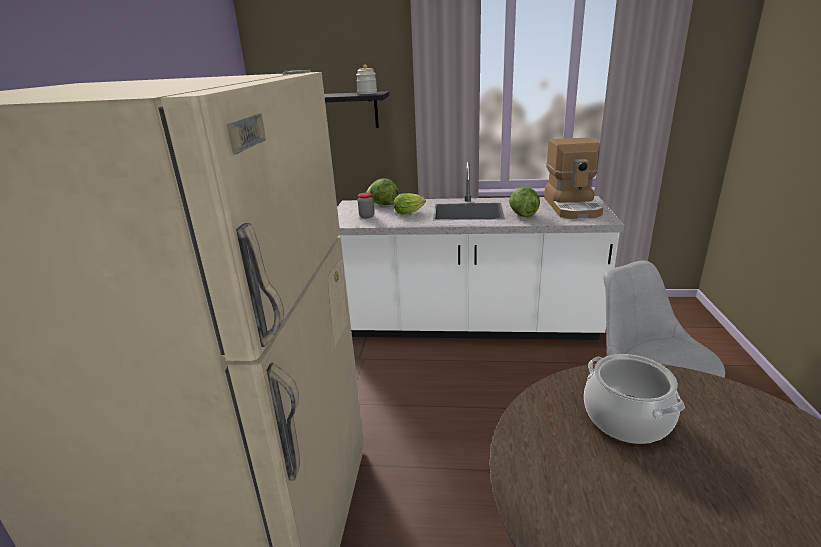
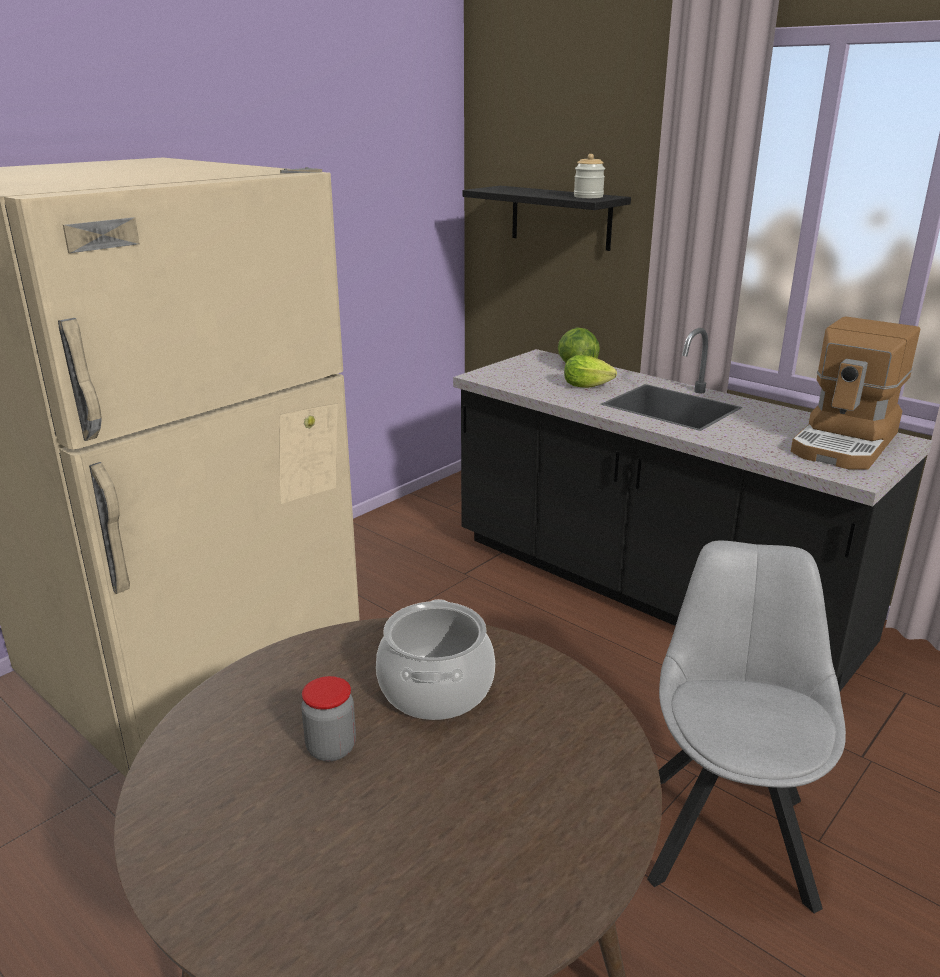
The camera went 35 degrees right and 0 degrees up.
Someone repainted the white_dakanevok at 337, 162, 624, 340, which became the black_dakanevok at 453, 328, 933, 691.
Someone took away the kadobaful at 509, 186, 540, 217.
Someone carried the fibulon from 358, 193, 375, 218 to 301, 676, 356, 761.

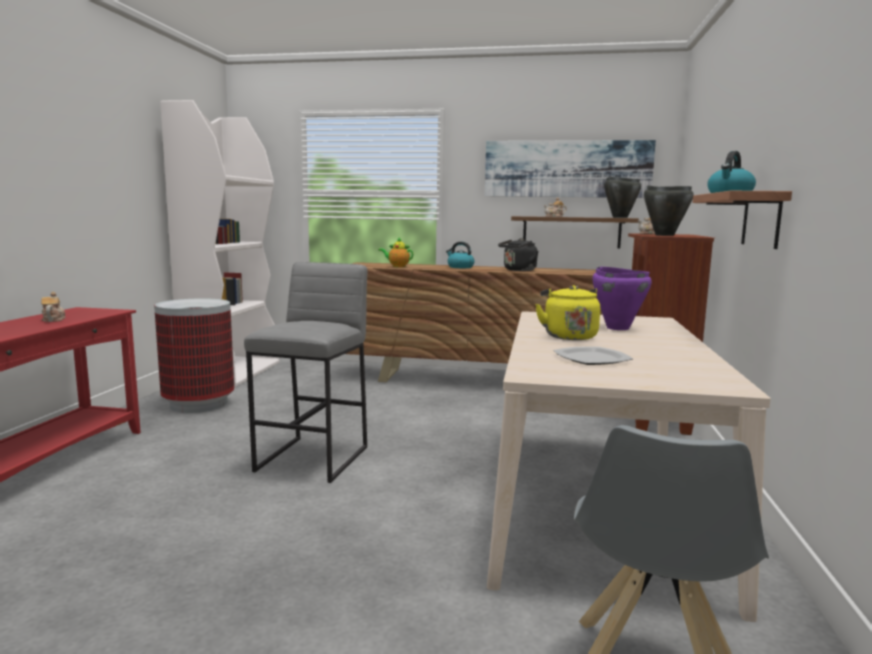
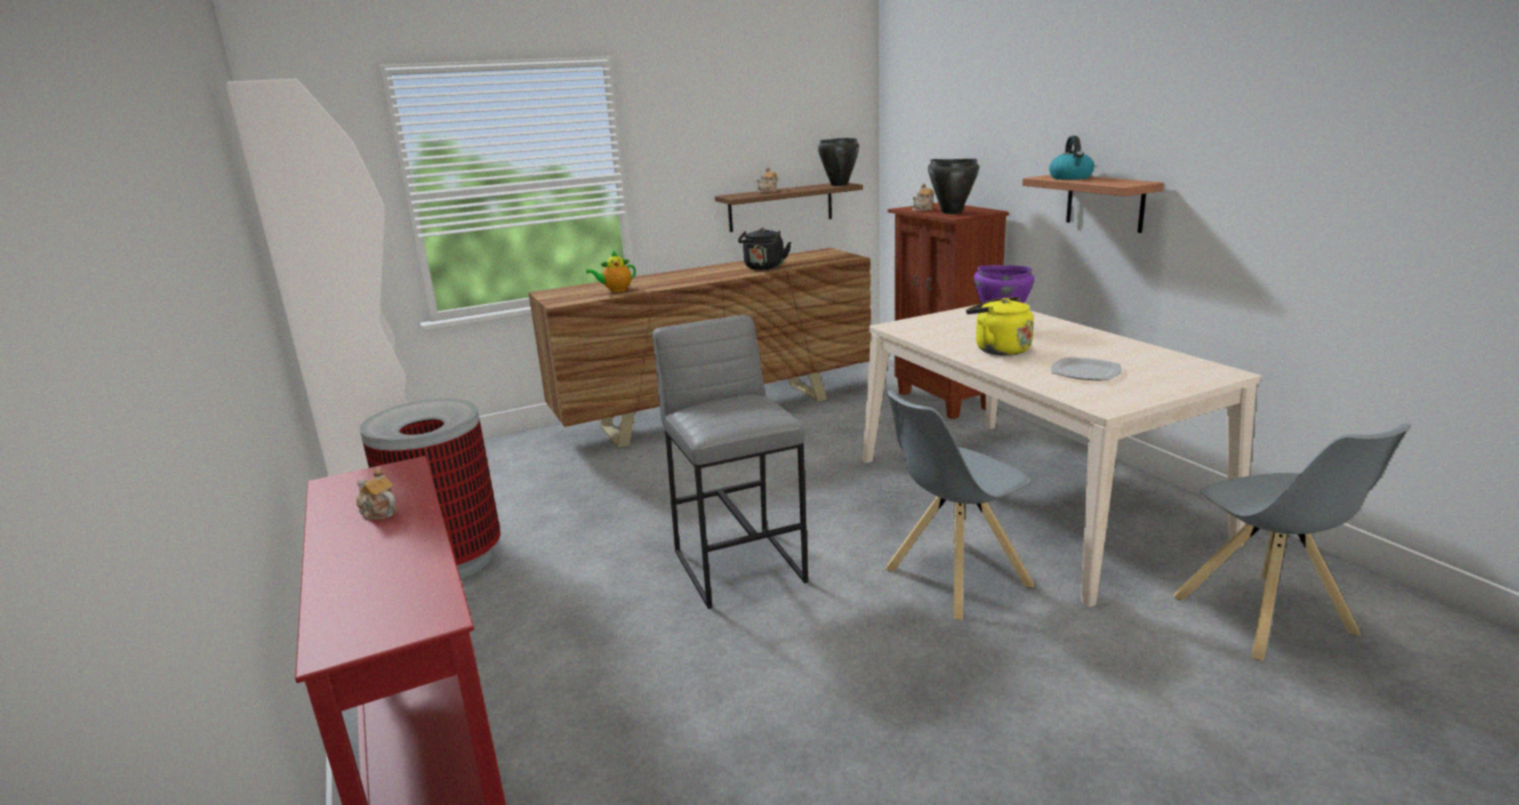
The camera went 35 degrees left and 10 degrees up.
Someone took away the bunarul at 485, 140, 656, 198.
Someone took away the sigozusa at 446, 242, 475, 268.
Someone put down the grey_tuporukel at 885, 390, 1034, 620.

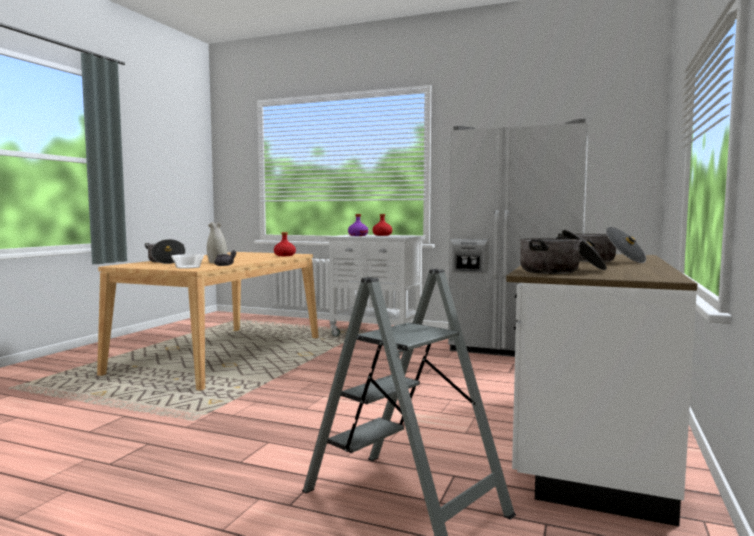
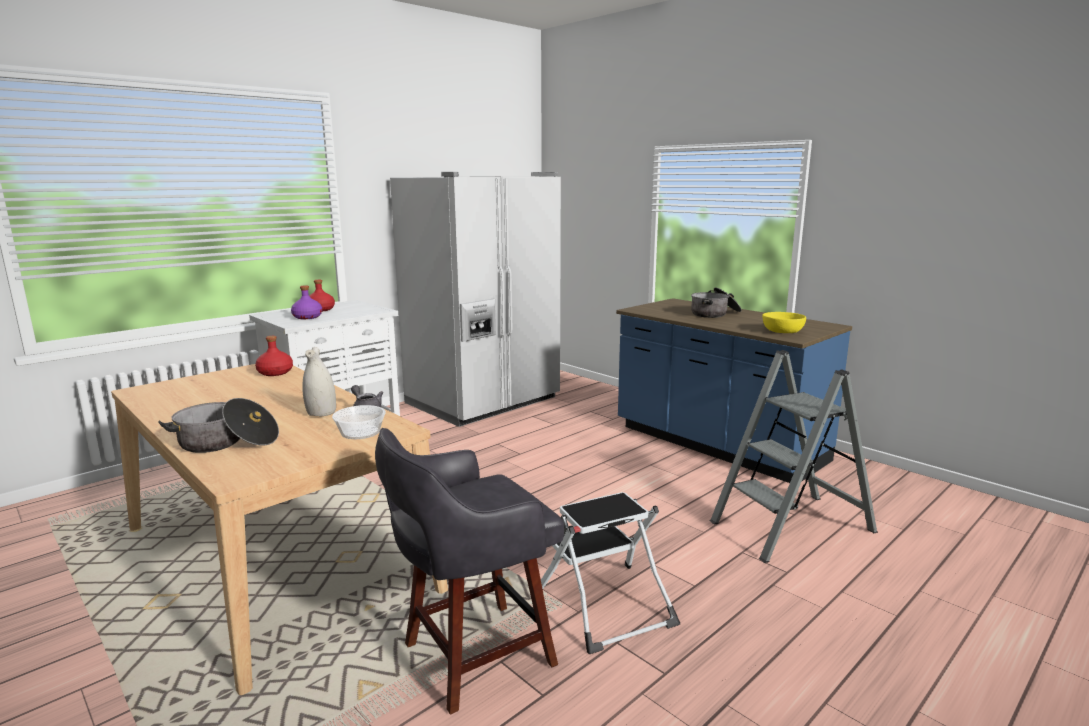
The camera went 65 degrees left and 10 degrees up.
Someone swapped the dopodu at 519, 229, 607, 274 for the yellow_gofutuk at 762, 312, 806, 333.
Someone repainted the white_dakanevok at 506, 254, 697, 526, which became the blue_dakanevok at 616, 298, 852, 483.
Someone put down the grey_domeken at 375, 428, 564, 715.
Someone put down the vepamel at 541, 492, 680, 654.

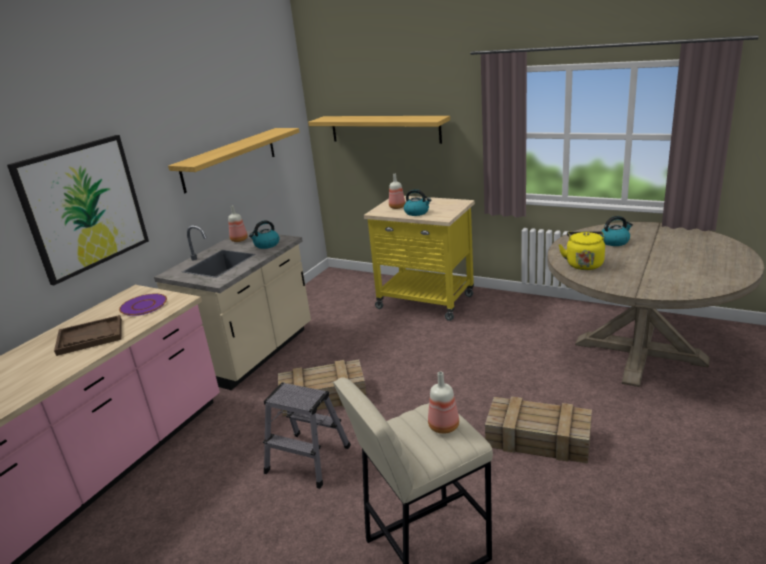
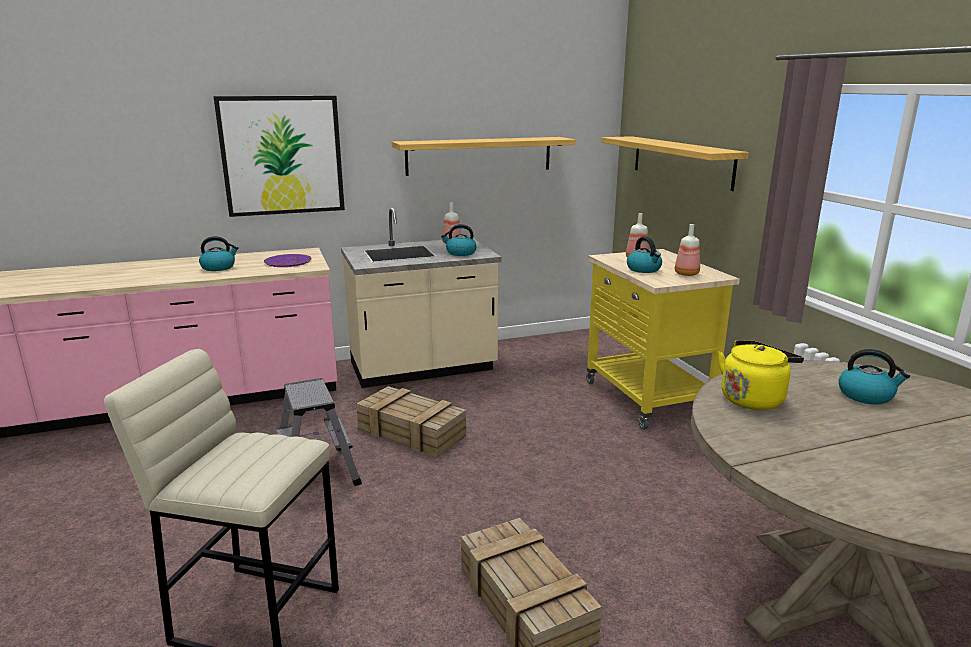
The camera went 40 degrees right and 5 degrees down.
Someone swapped the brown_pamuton at 54, 315, 122, 356 for the sigozusa at 199, 236, 239, 271.
Someone carried the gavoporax from 428, 371, 459, 434 to 675, 224, 700, 276.

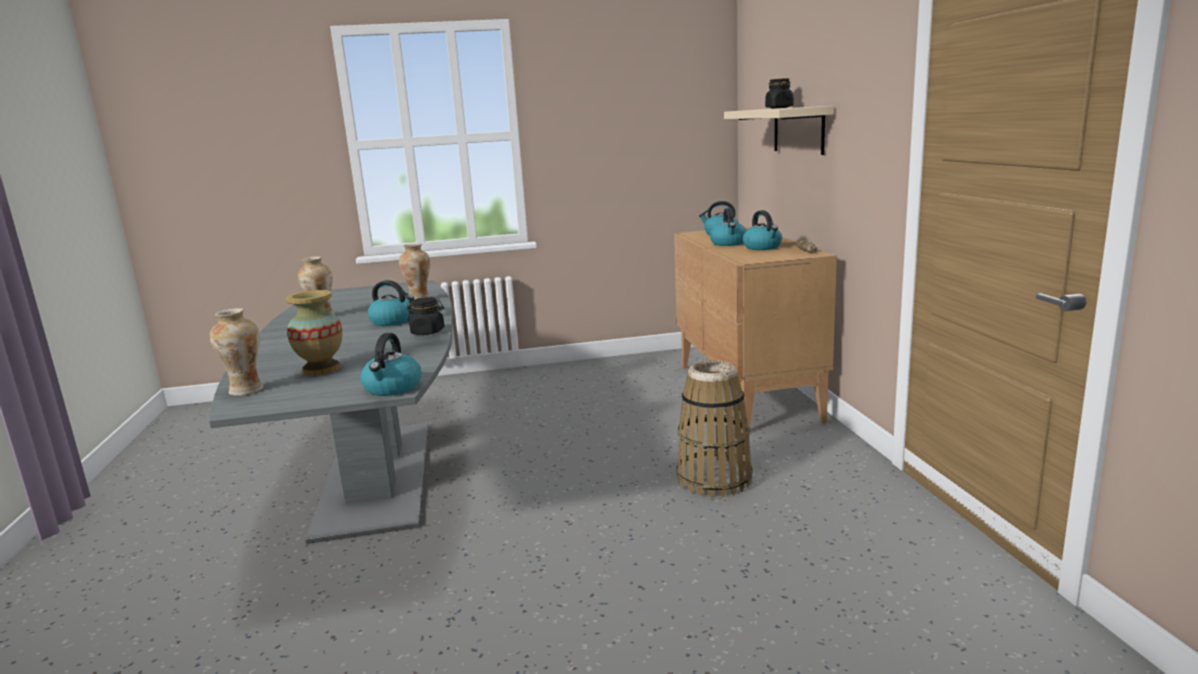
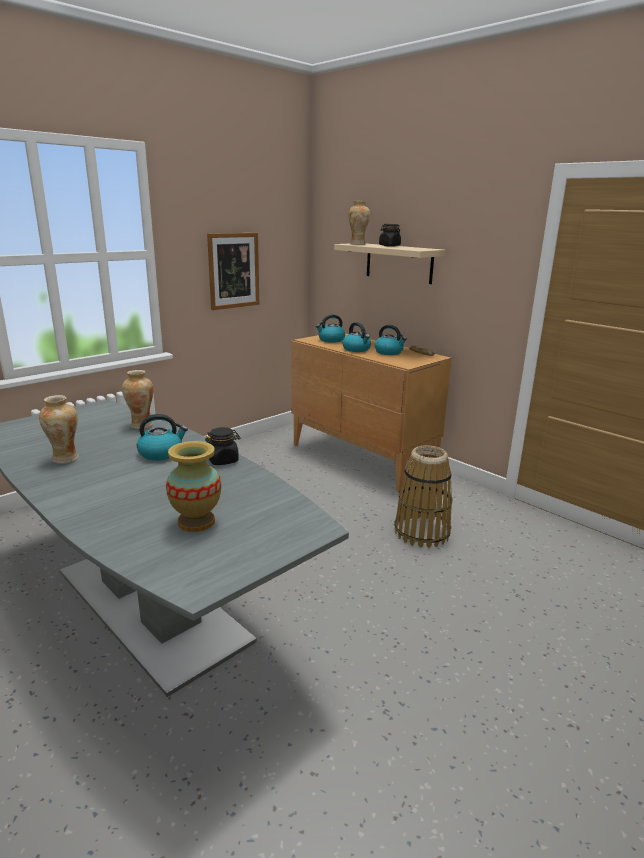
The camera went 35 degrees left and 5 degrees up.
Someone carried the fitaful from 210, 308, 263, 396 to 348, 201, 370, 245.
Someone took away the sigozusa at 360, 333, 421, 396.
Someone put up the bunarul at 207, 233, 259, 310.

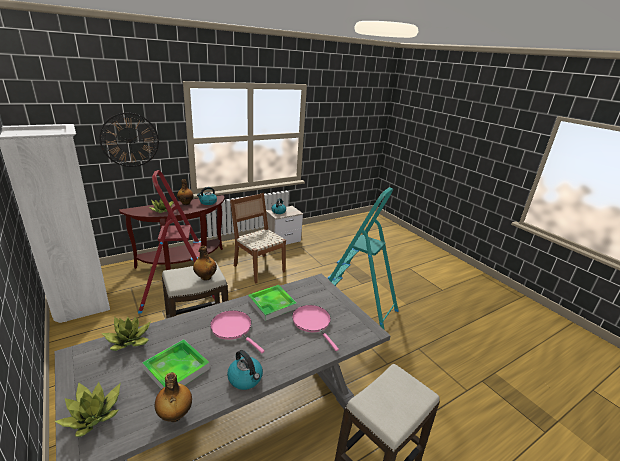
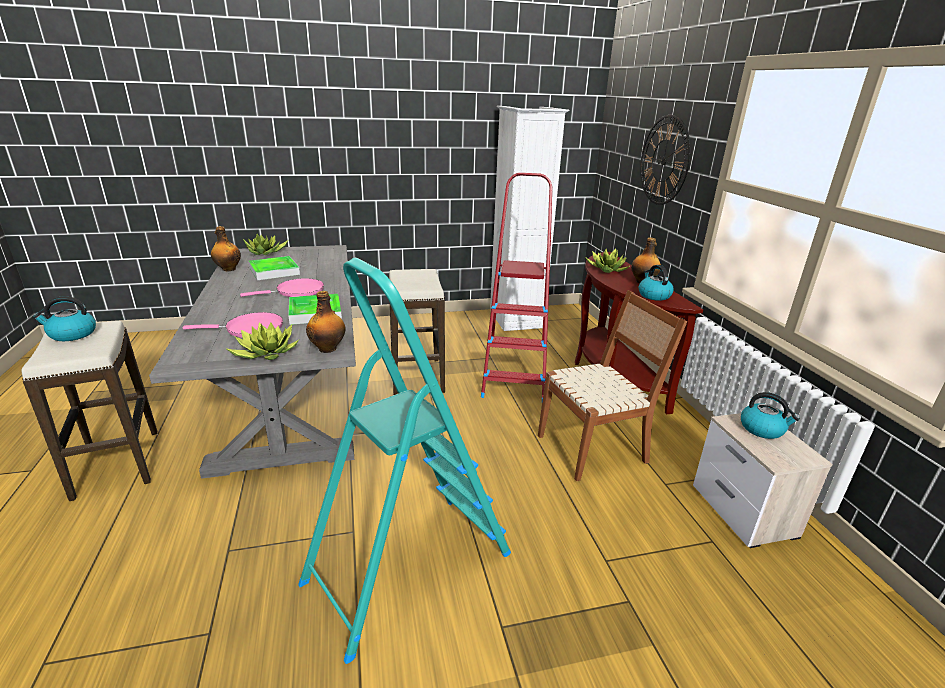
The camera went 110 degrees right and 0 degrees up.
Someone carried the gavoporax from 193, 246, 217, 281 to 306, 291, 345, 353.
Someone carried the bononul from 102, 316, 151, 351 to 225, 322, 299, 360.
Someone carried the sigozusa from 227, 350, 263, 390 to 32, 296, 96, 341.

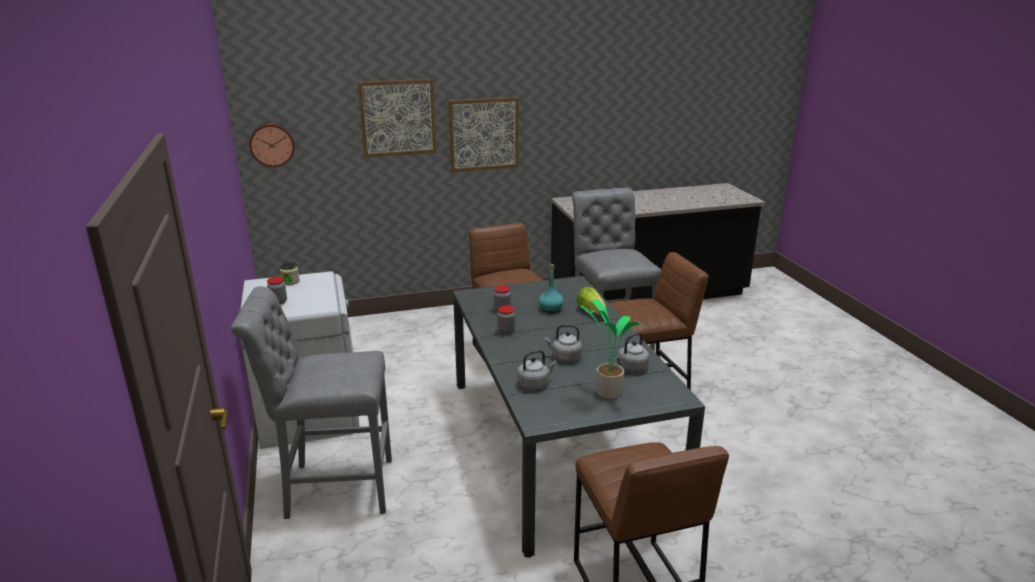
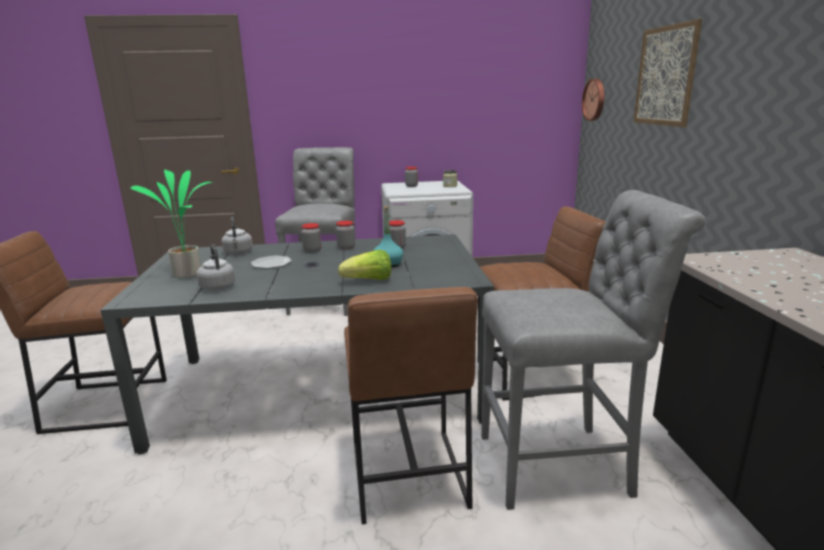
The camera went 100 degrees right and 5 degrees down.
Someone took away the bunarul at 448, 97, 519, 172.
Someone swapped the grey_sigozusa at 545, 324, 582, 362 for the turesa at 251, 256, 292, 269.
Someone put down the fibulon at 301, 223, 321, 253.

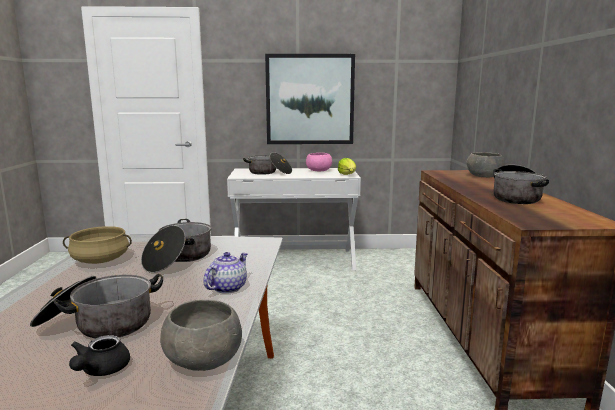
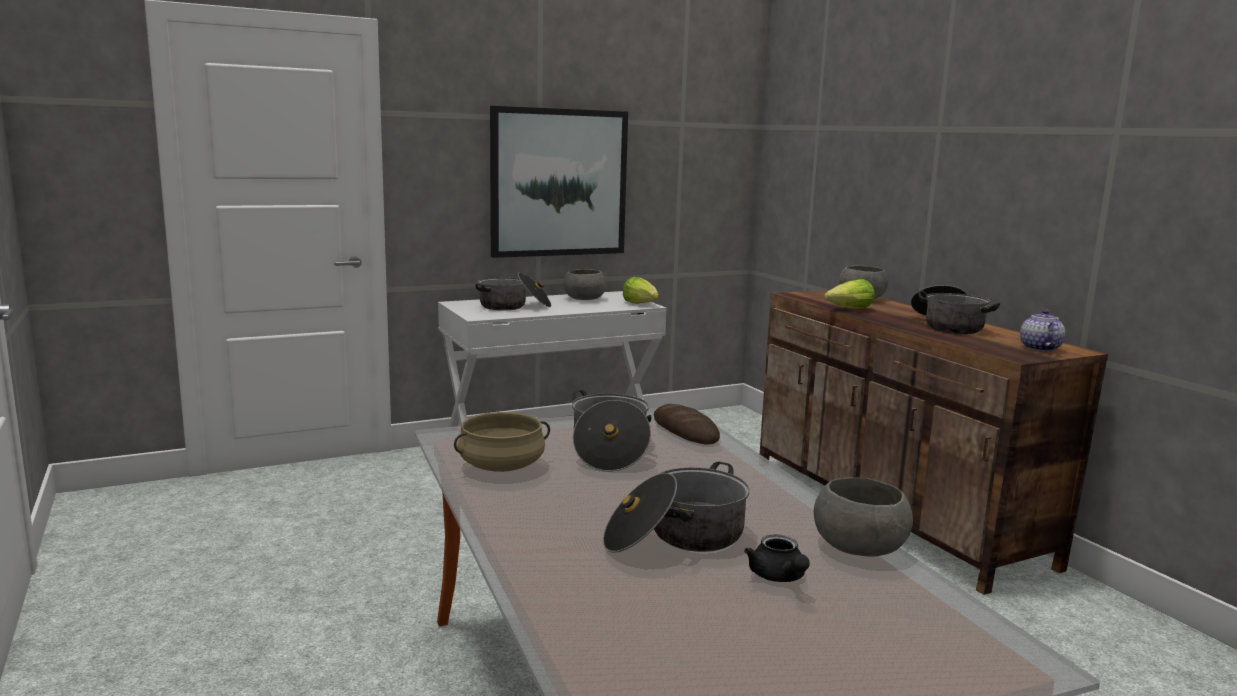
The camera went 25 degrees left and 0 degrees up.
Someone repainted the pink_gofutuk at 306, 153, 332, 171, which became the grey_gofutuk at 563, 269, 606, 300.
Someone carried the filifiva from 203, 252, 248, 294 to 1020, 309, 1065, 352.
Someone put down the kadobaful at 824, 279, 875, 309.
Someone put down the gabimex at 654, 404, 720, 445.

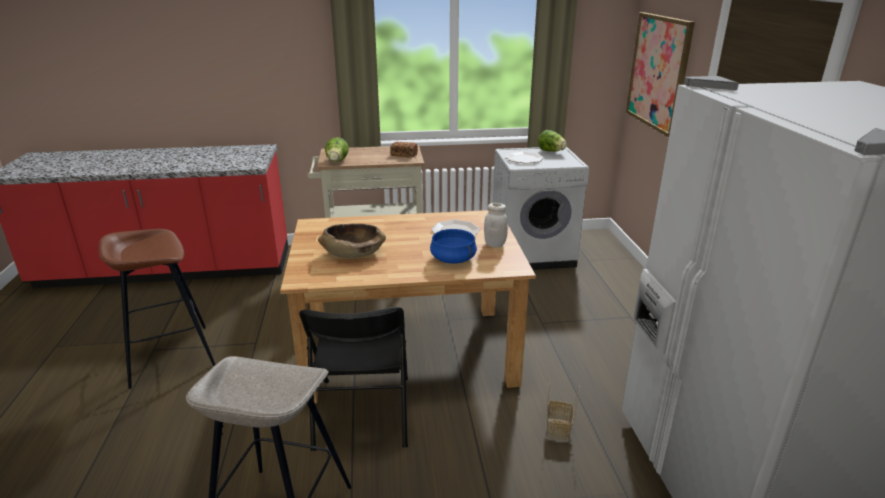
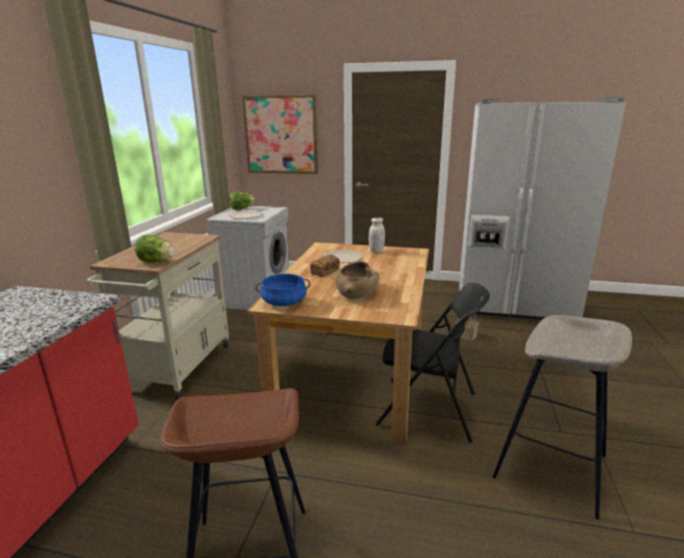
The camera went 70 degrees left and 5 degrees down.
Someone carried the gabimex from 390, 142, 418, 158 to 310, 255, 340, 277.
Someone carried the blue_dopodu from 430, 229, 477, 264 to 256, 274, 310, 306.

